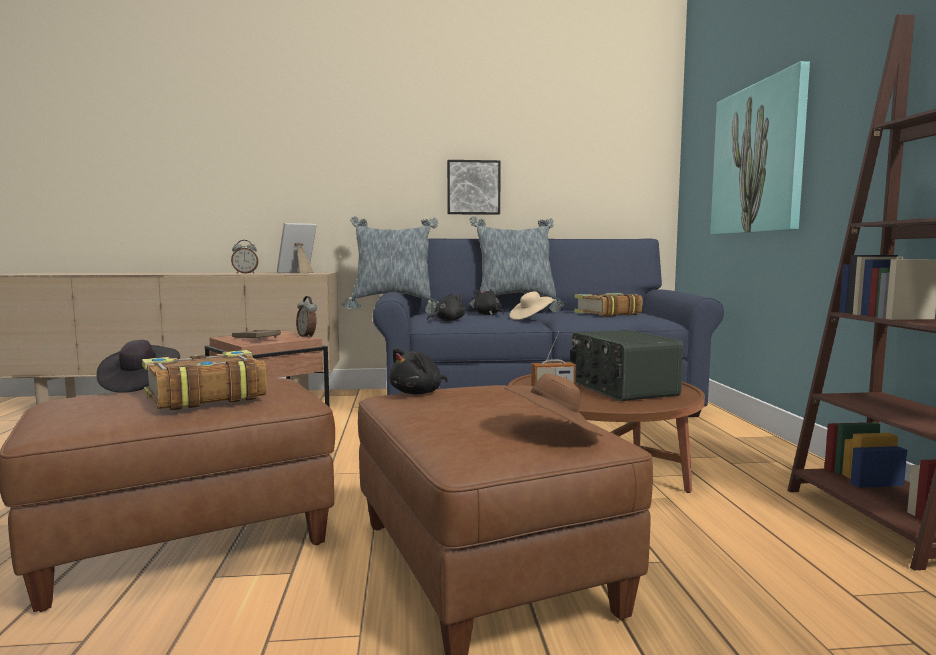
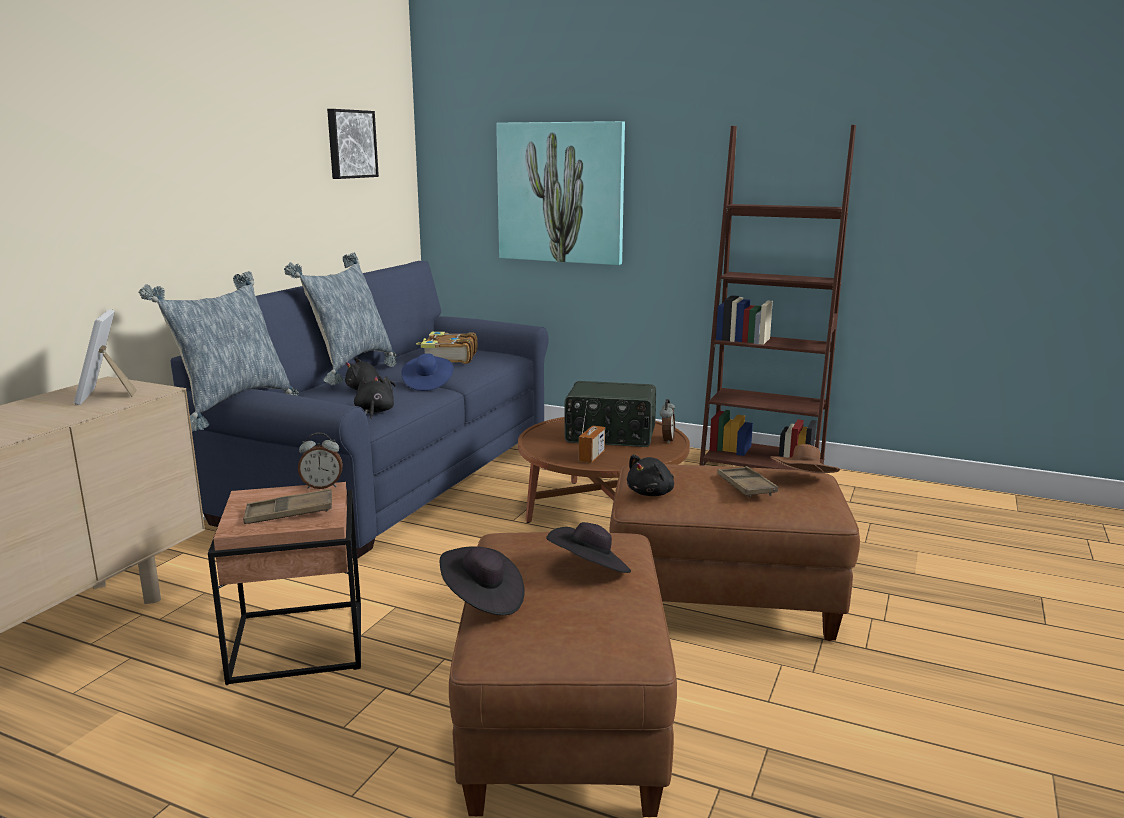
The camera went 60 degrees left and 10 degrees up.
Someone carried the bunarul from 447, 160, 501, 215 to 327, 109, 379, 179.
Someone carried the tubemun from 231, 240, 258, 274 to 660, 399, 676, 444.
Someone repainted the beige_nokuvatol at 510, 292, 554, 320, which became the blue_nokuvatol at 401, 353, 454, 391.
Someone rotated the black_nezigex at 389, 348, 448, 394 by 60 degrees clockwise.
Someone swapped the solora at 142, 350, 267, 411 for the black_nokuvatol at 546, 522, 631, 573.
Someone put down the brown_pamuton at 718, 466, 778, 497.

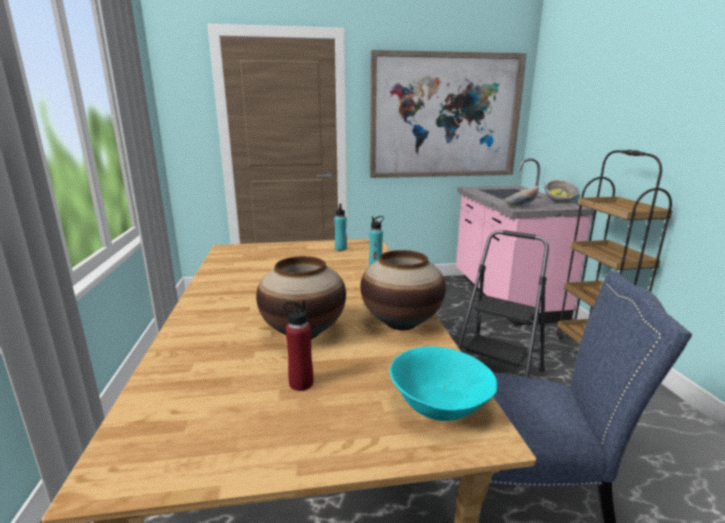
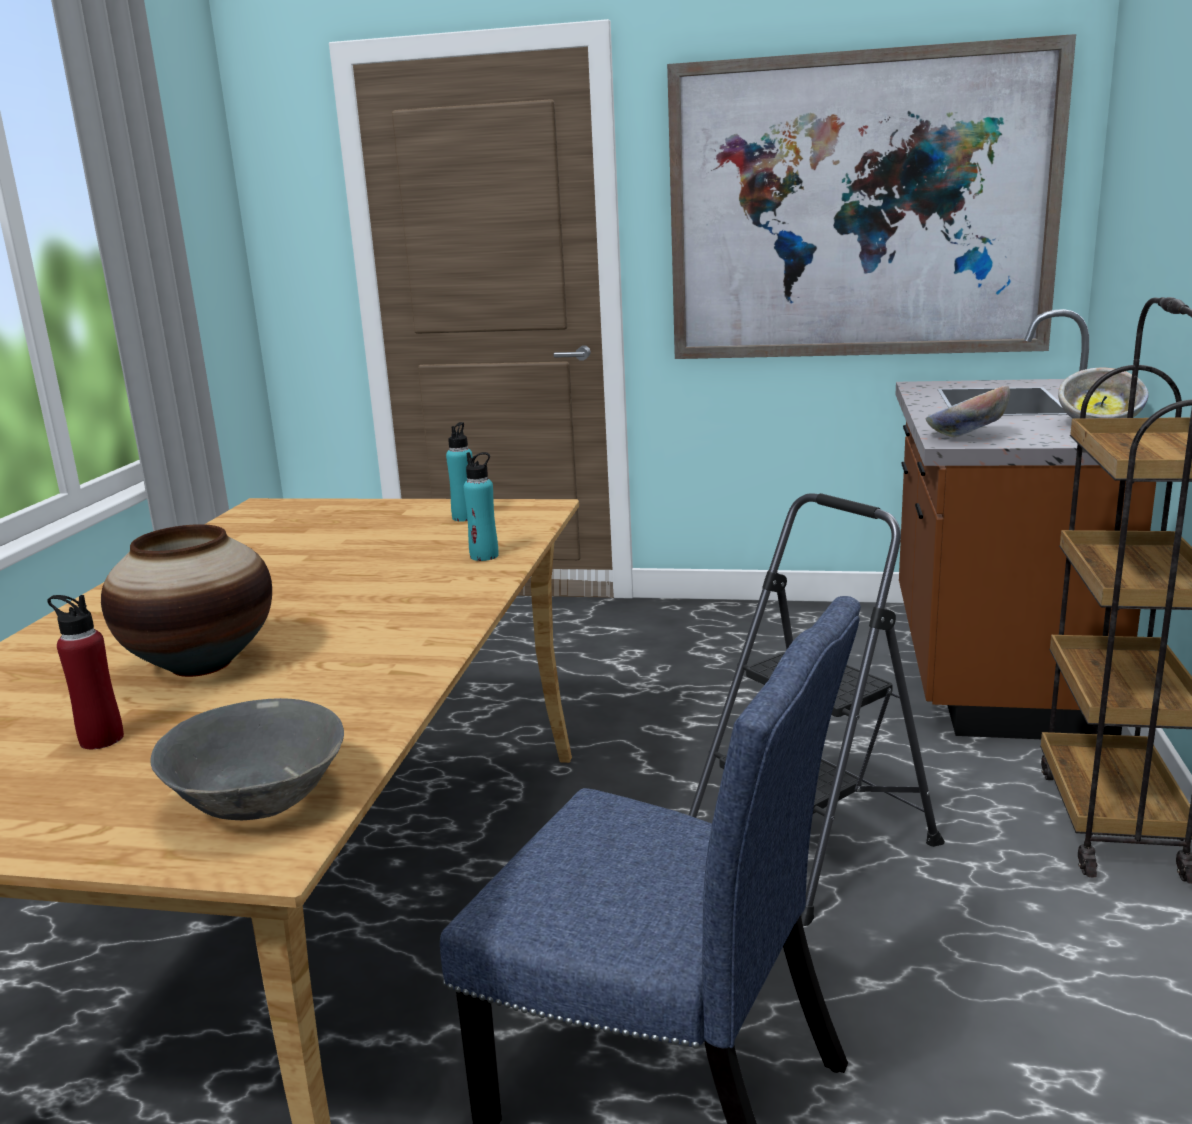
The camera went 20 degrees right and 0 degrees up.
Someone repainted the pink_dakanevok at 456, 158, 594, 326, which became the brown_dakanevok at 895, 309, 1156, 739.
Someone took away the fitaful at 360, 250, 446, 330.
Someone repainted the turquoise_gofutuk at 389, 346, 498, 421, which became the grey_gofutuk at 150, 698, 344, 820.

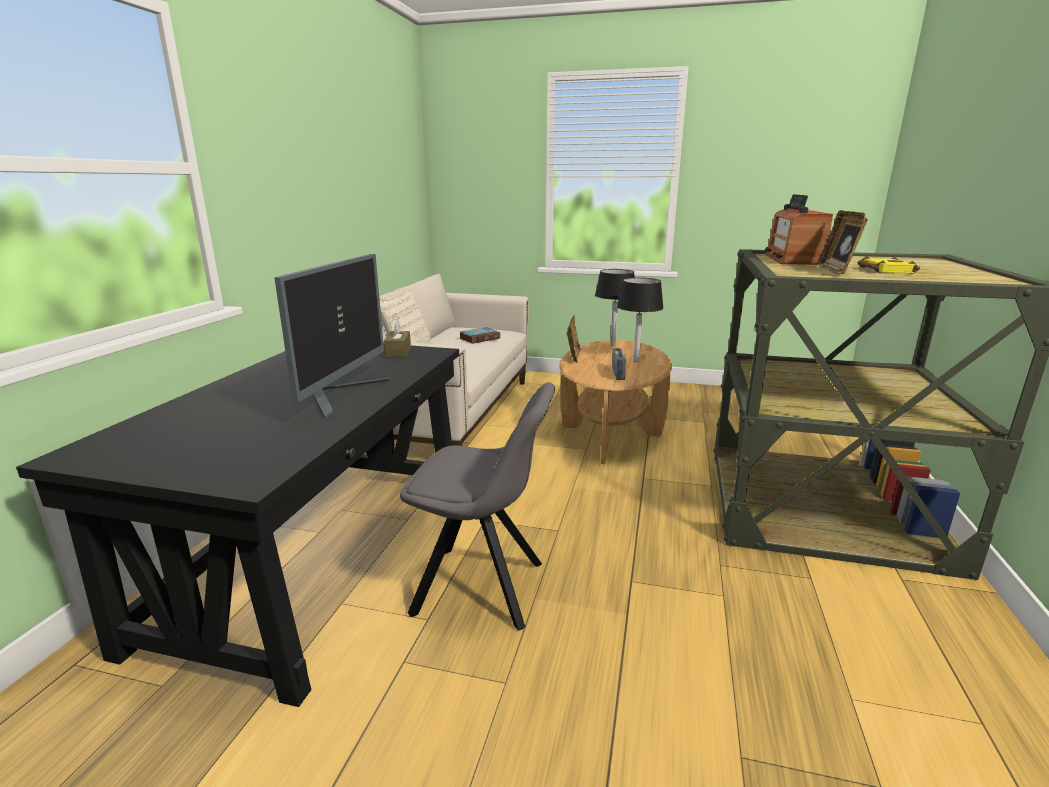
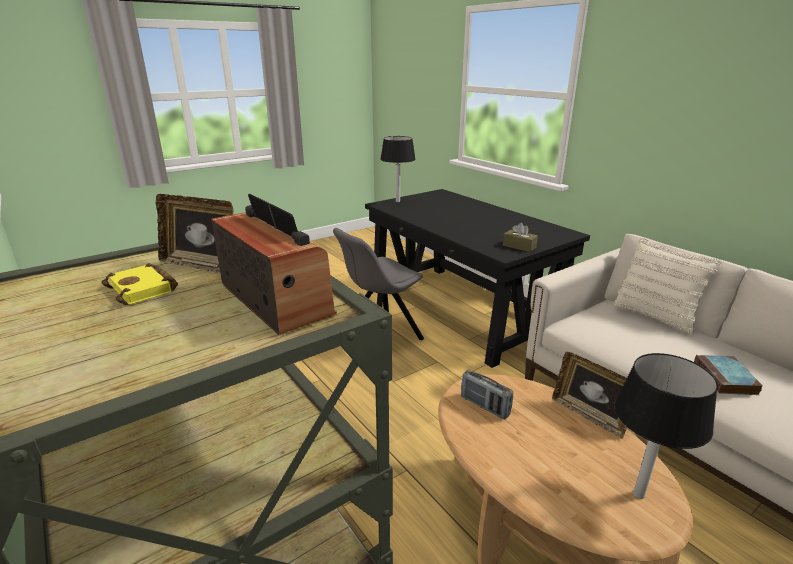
The camera went 130 degrees right and 5 degrees up.
Someone rotated the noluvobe at 817, 210, 868, 276 by 150 degrees clockwise.
Someone took away the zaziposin at 275, 254, 390, 419.
Someone carried the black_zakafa from 617, 278, 664, 362 to 380, 136, 416, 202.

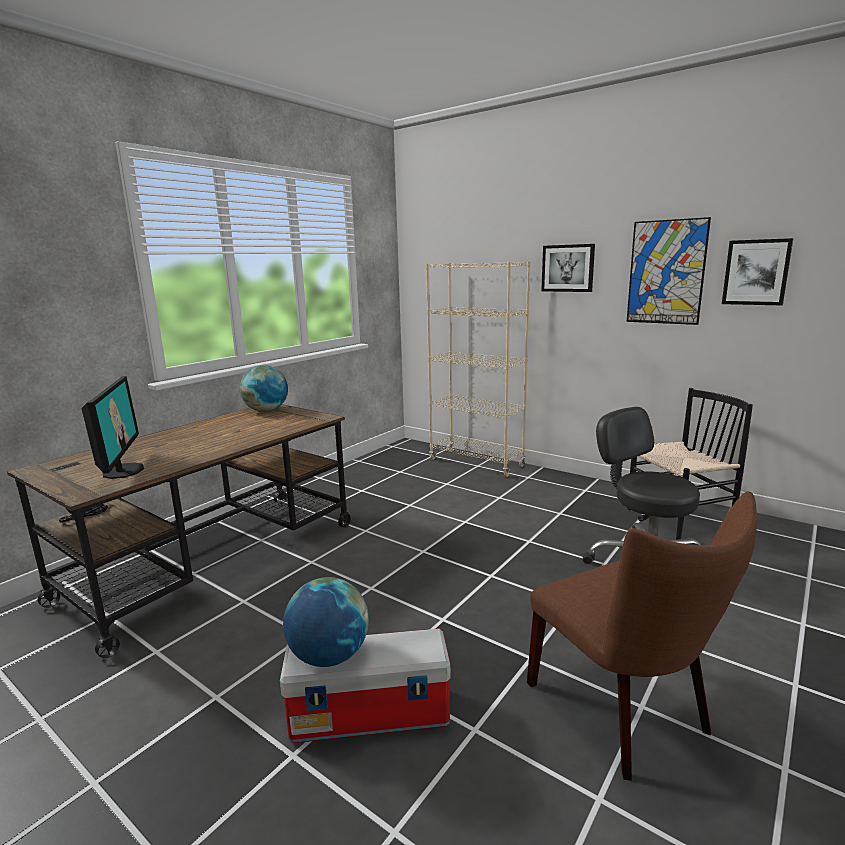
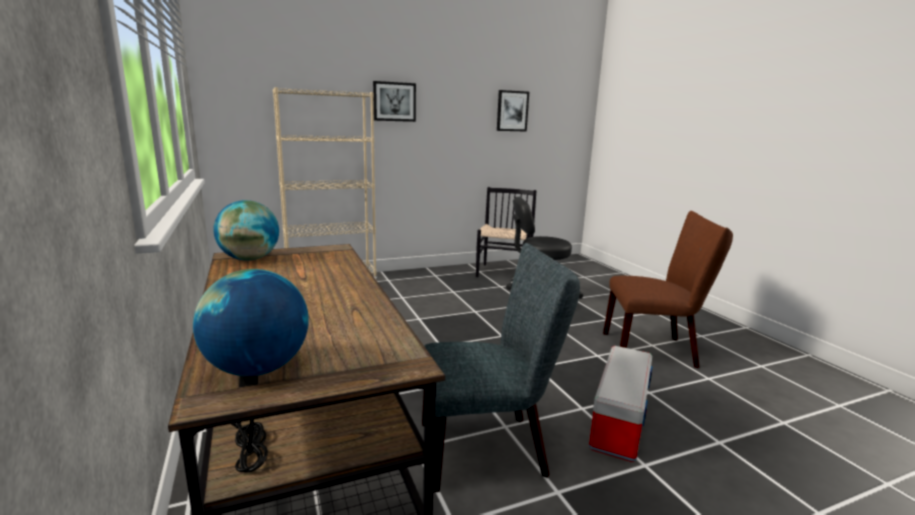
The camera went 60 degrees left and 0 degrees up.
Someone took away the bunarul at 627, 217, 711, 325.
Someone took away the zaziposin at 81, 376, 144, 479.
Someone carried the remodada from 283, 577, 369, 667 to 193, 269, 309, 376.
Someone put down the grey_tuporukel at 422, 243, 580, 493.

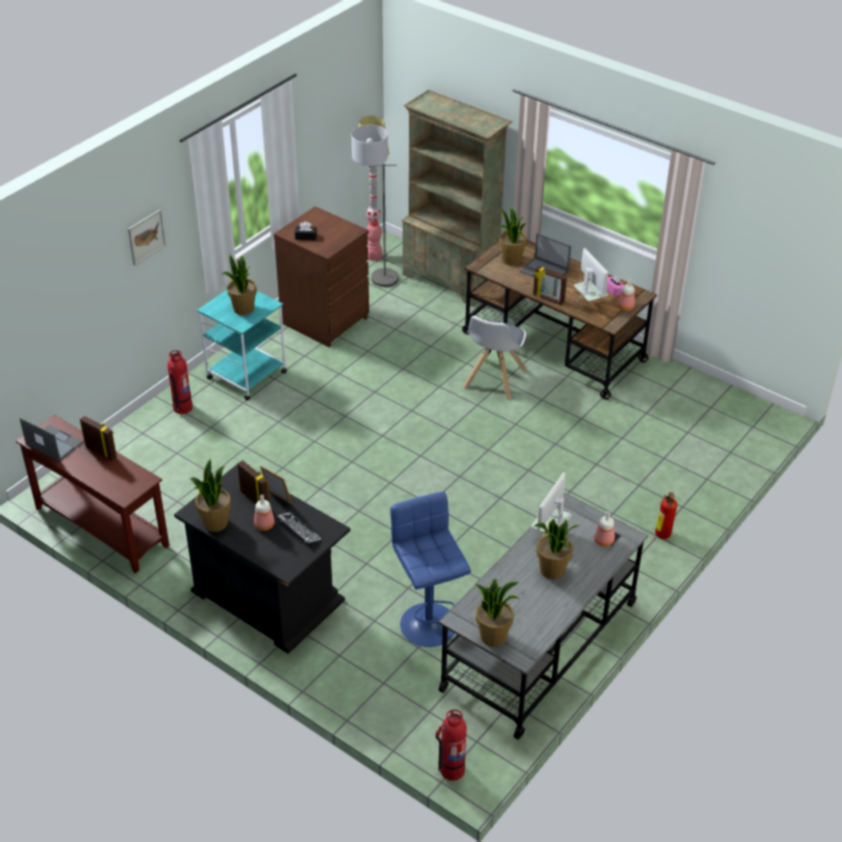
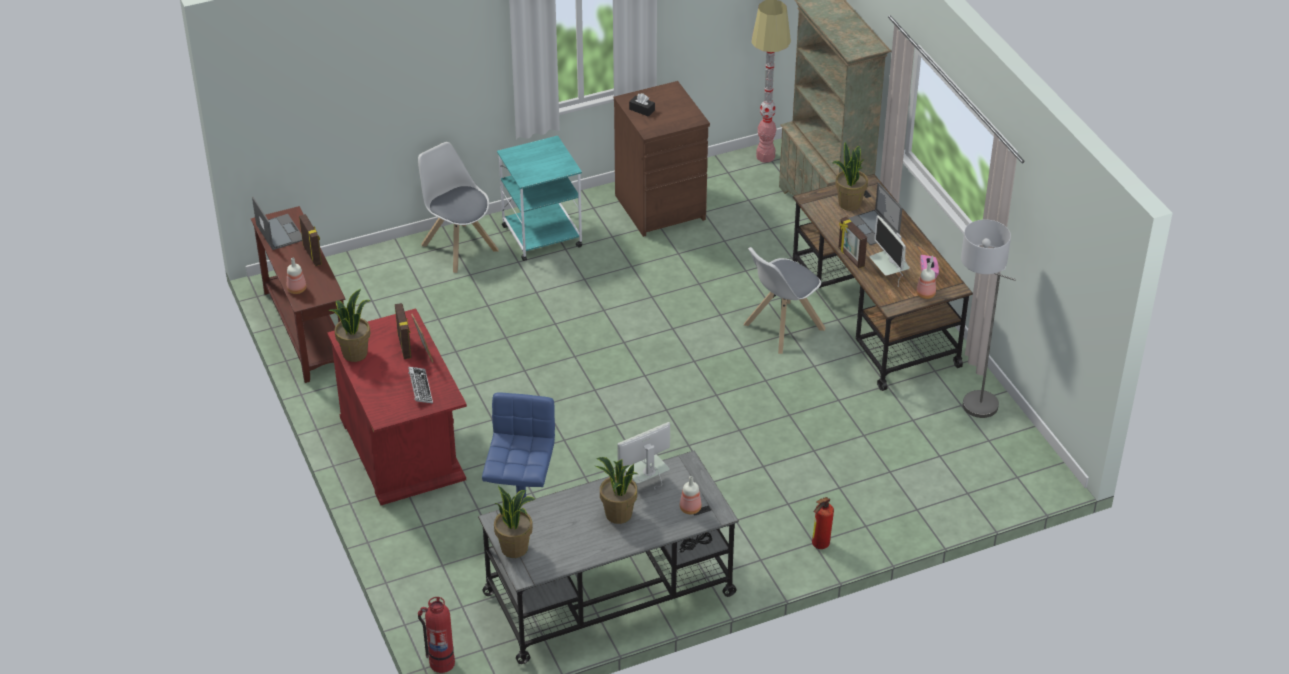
The camera went 30 degrees right and 0 degrees up.
Someone carried the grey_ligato from 351, 125, 399, 287 to 961, 219, 1016, 418.
Someone took away the bunarul at 128, 210, 166, 265.
Someone rotated the zaziposin at 574, 248, 609, 306 by 150 degrees clockwise.
Someone took away the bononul at 221, 254, 257, 315.
Someone swapped the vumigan at 167, 350, 193, 414 for the tuporukel at 418, 142, 499, 273.
Someone repainted the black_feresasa at 174, 464, 351, 654, which became the red_feresasa at 327, 308, 467, 505.
Someone carried the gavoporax from 254, 495, 275, 531 to 287, 258, 306, 294.

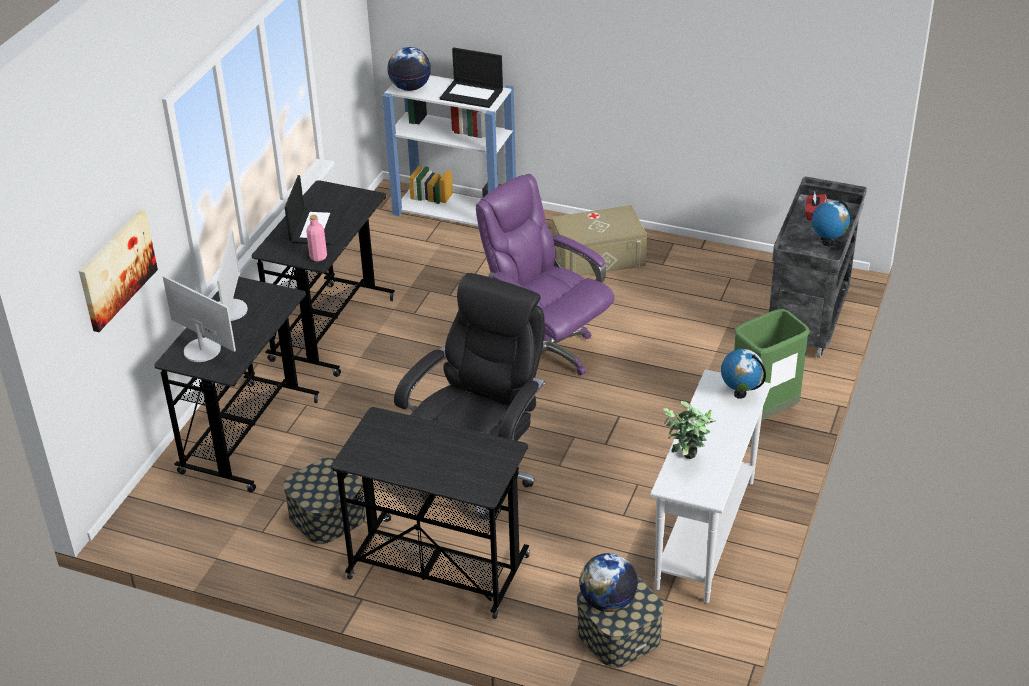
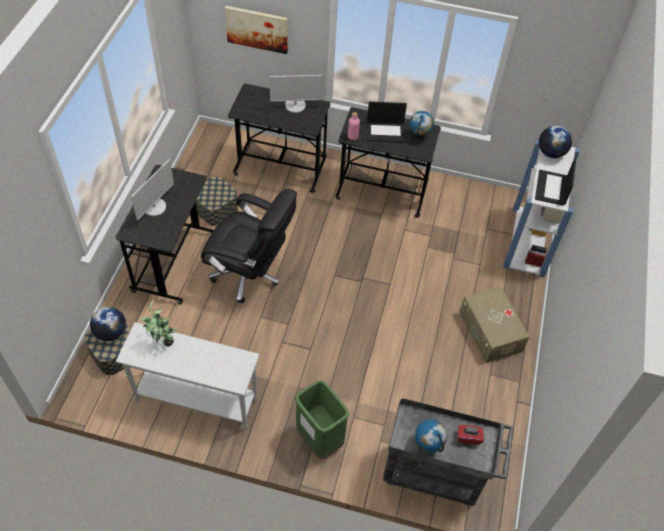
The camera went 80 degrees right and 15 degrees up.
Someone took away the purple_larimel at 476, 174, 615, 375.
Someone carried the zaziposin from 163, 276, 236, 362 to 131, 160, 174, 220.
Someone carried the remodada from 721, 349, 766, 399 to 410, 111, 434, 139.

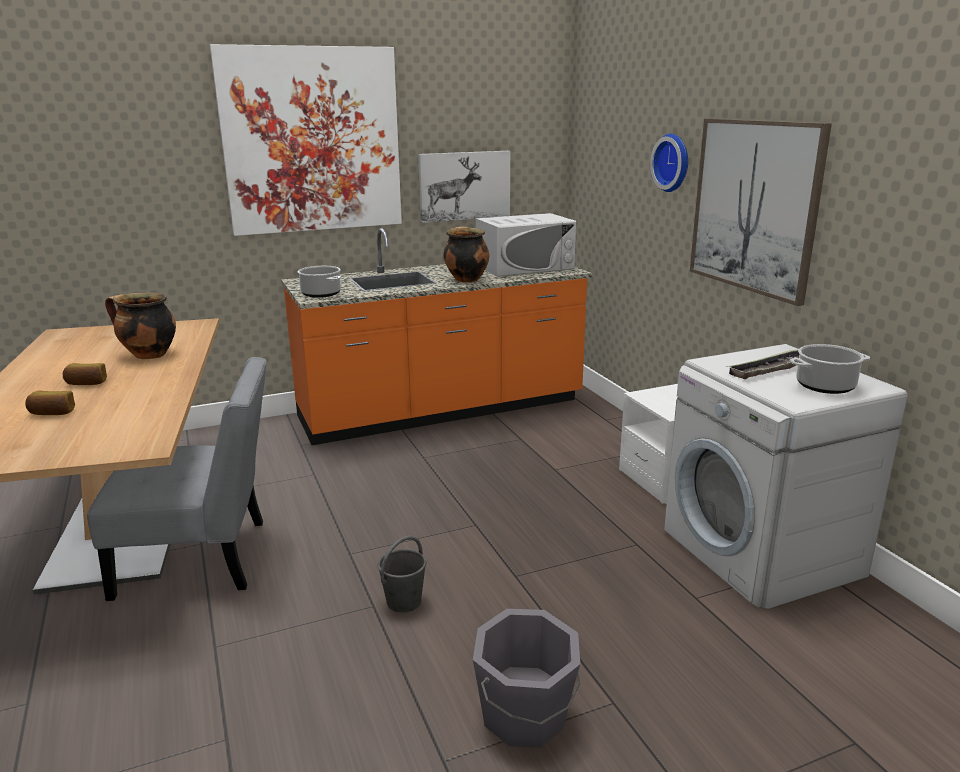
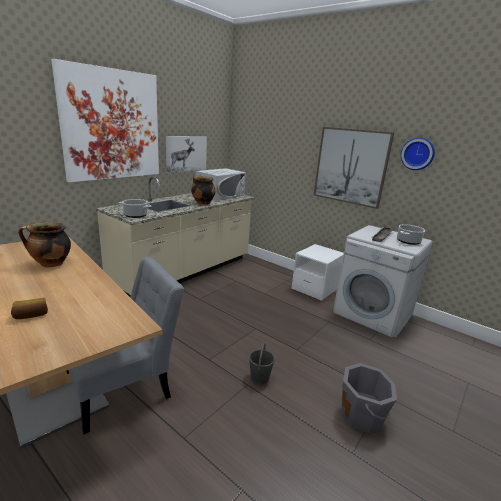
The camera went 30 degrees left and 0 degrees up.
Someone carried the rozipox from 650, 134, 688, 192 to 401, 137, 435, 170.
Someone repainted the orange_dakanevok at 281, 228, 592, 445, which became the beige_dakanevok at 96, 177, 255, 297.
Someone took away the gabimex at 63, 363, 107, 385.

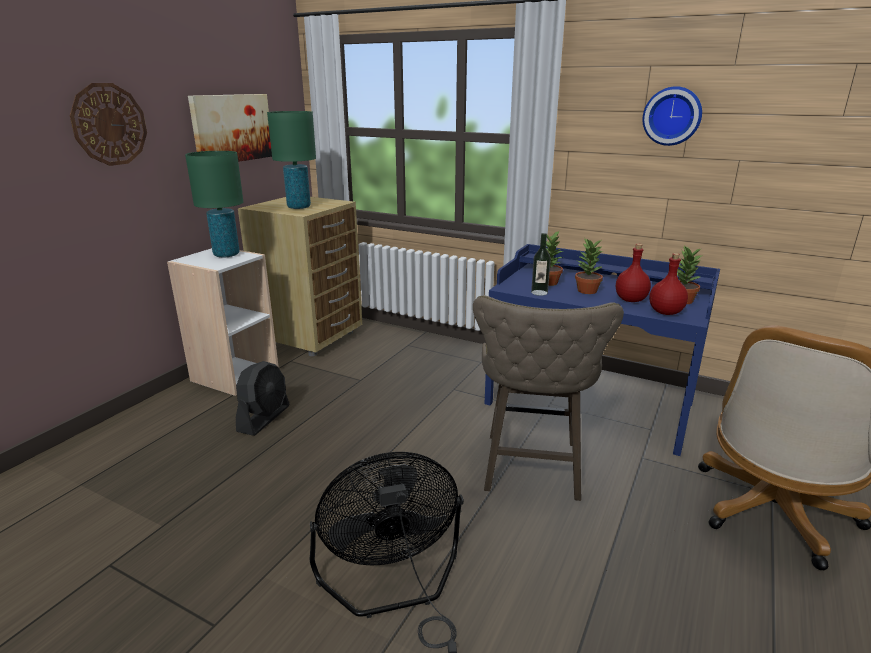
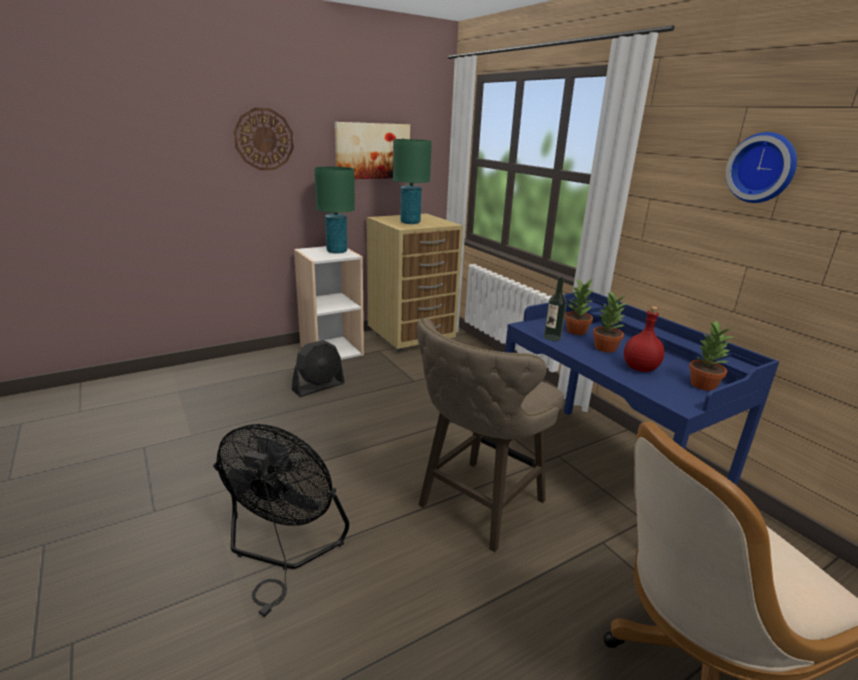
The camera went 30 degrees right and 0 degrees up.
Someone took away the red_gavoporax at 649, 253, 688, 315.

